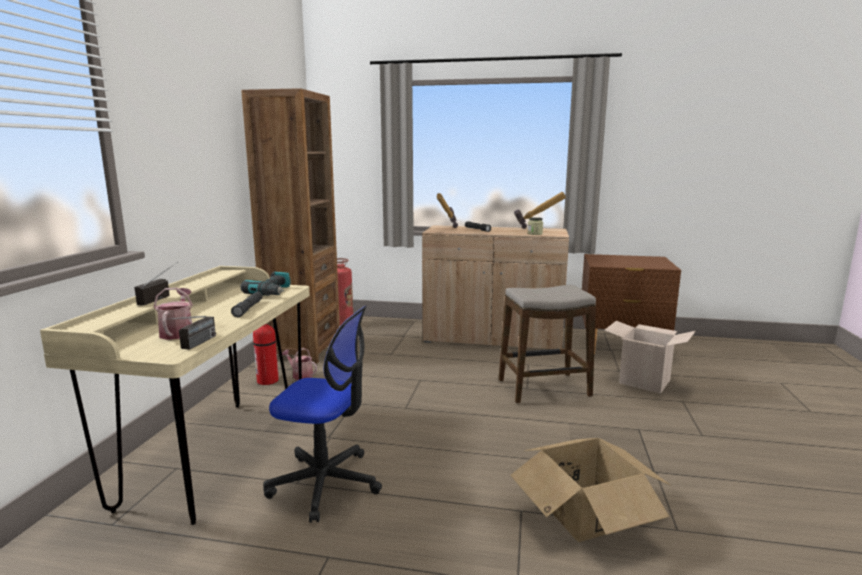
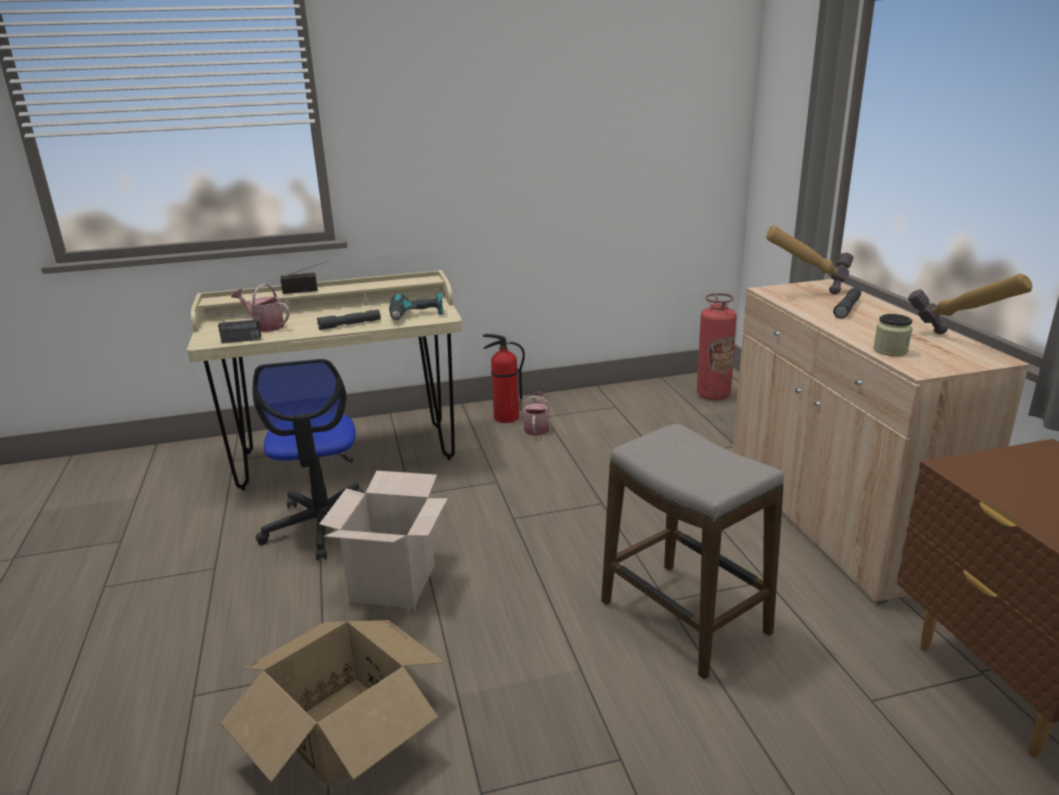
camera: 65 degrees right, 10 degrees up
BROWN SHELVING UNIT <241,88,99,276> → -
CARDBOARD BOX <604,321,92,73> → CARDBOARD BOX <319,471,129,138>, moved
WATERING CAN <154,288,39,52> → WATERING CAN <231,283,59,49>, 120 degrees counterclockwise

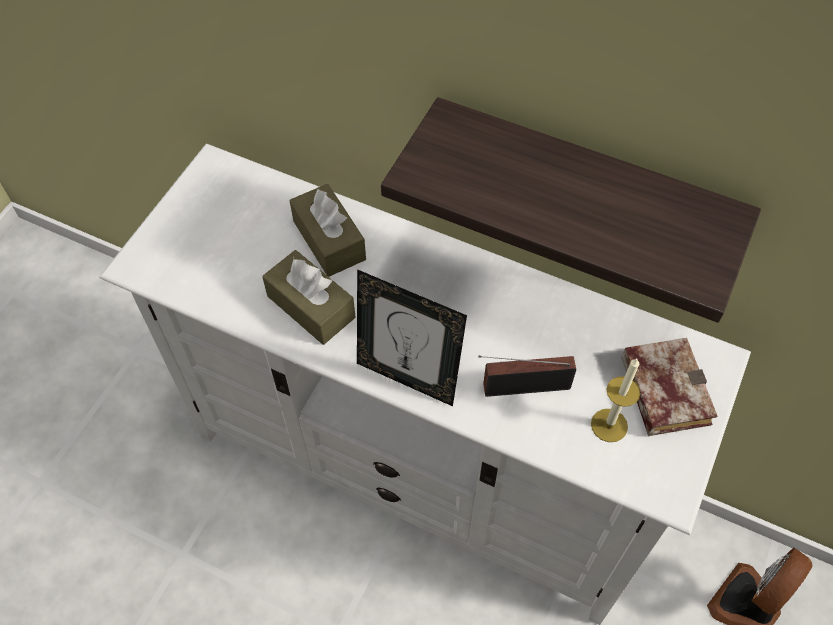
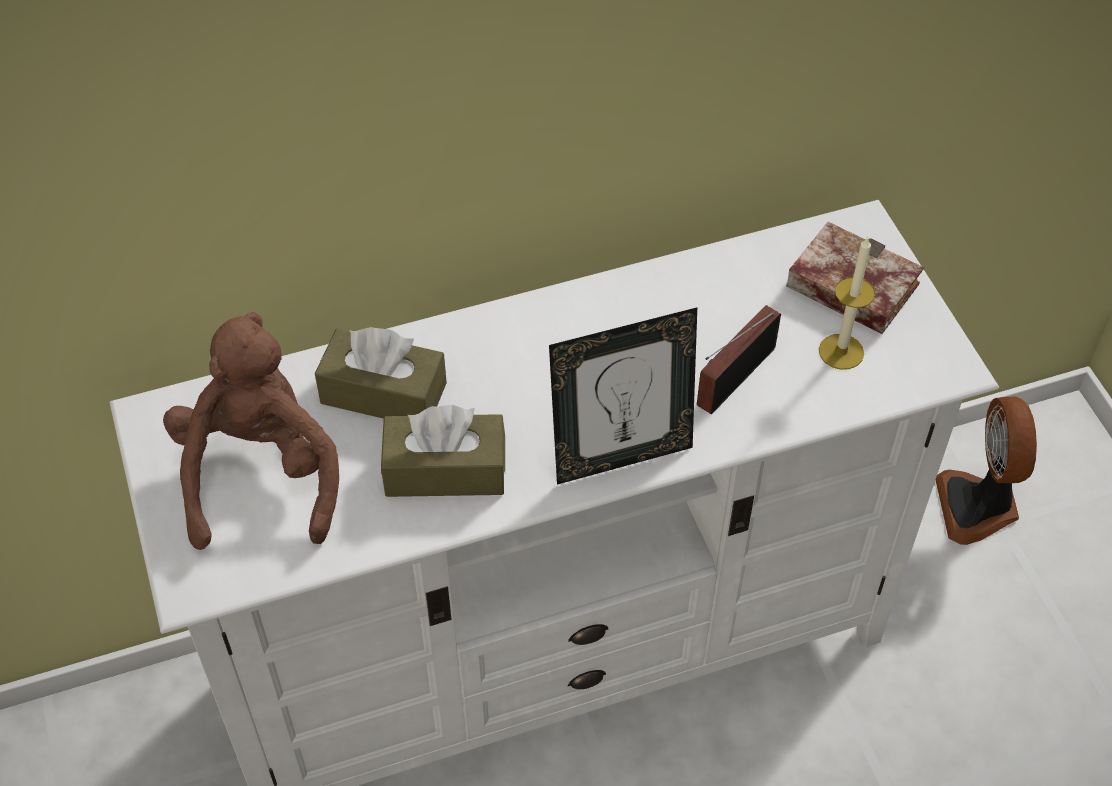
camera: 45 degrees left, 5 degrees down
WALL SHELF <381,97,380,226> → -
- → BROWN CUDDLY TOY <163,312,176,238>

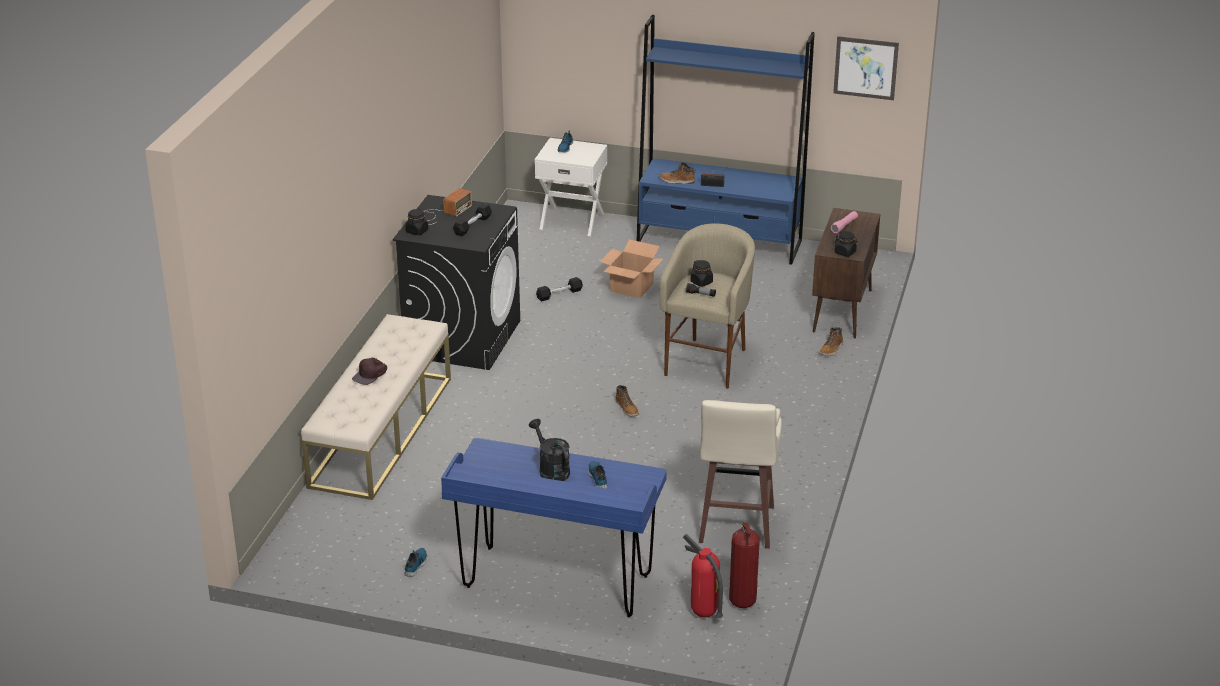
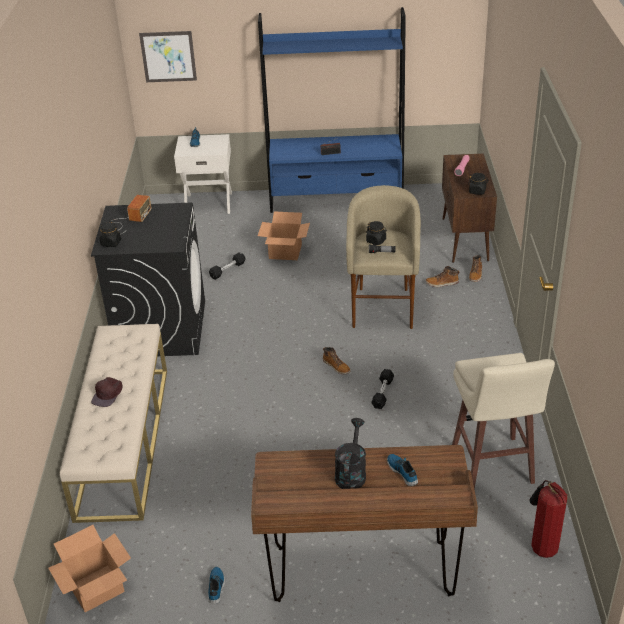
camera: 15 degrees left, 5 degrees up
FIRE EXTINGUISHER <683,534,40,84> → -
- → CARDBOARD BOX <48,525,83,87>
BLACK HAND WEIGHT <453,204,39,32> → BLACK HAND WEIGHT <371,369,23,40>, moved
HIGH-TOP BOOT <659,163,37,21> → HIGH-TOP BOOT <426,266,33,21>, moved
WALL ART <833,36,66,64> → WALL ART <139,31,58,51>, moved
BLUISH DESK TABLE <441,438,226,180> → BROWN DESK TABLE <251,445,227,157>
BLACK WATERING CAN <529,419,41,62> → BLACK WATERING CAN <335,418,31,71>, 60 degrees clockwise

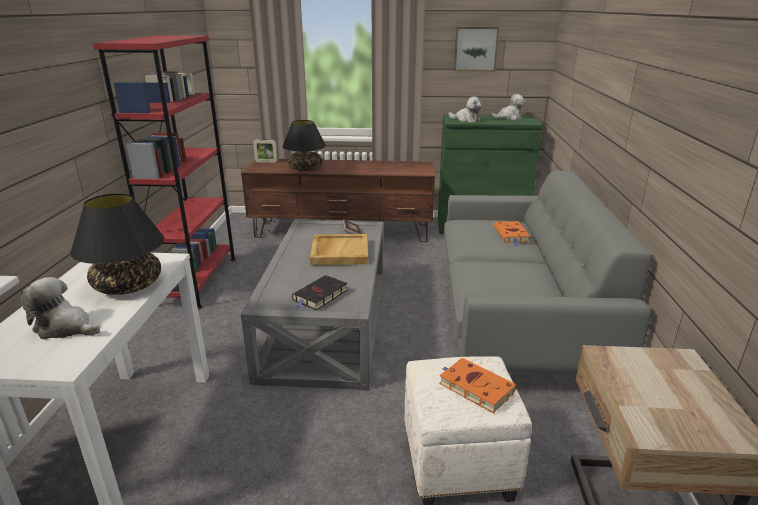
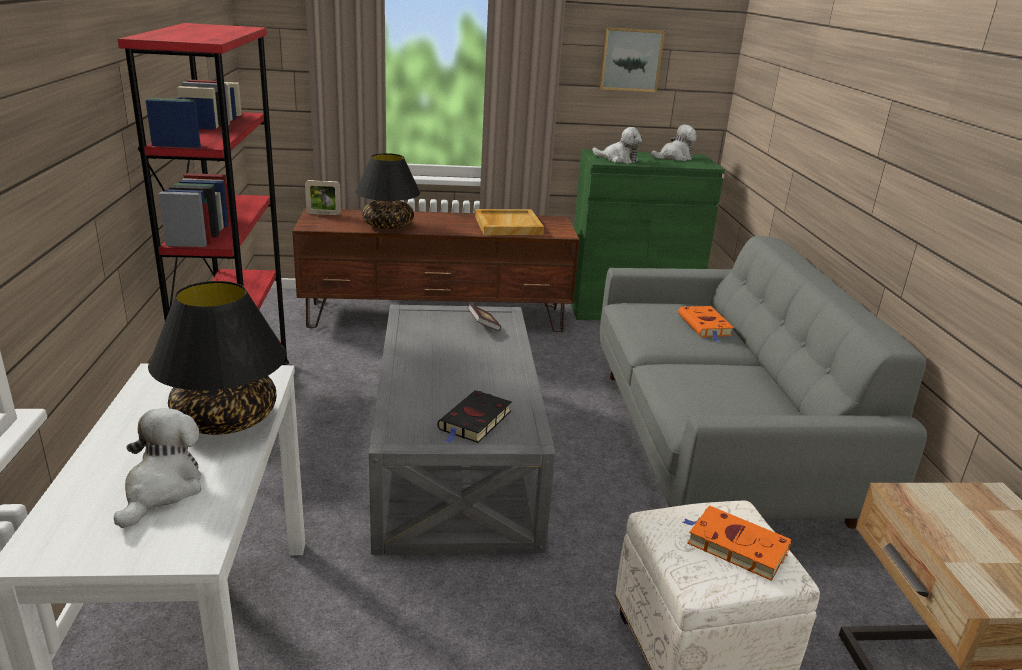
camera: 10 degrees left, 0 degrees up
SAND-COLOURED TRAY <310,234,58,31> → SAND-COLOURED TRAY <475,209,69,26>, moved
CUDDLY TOY <21,277,79,62> → CUDDLY TOY <114,408,88,120>, 90 degrees clockwise

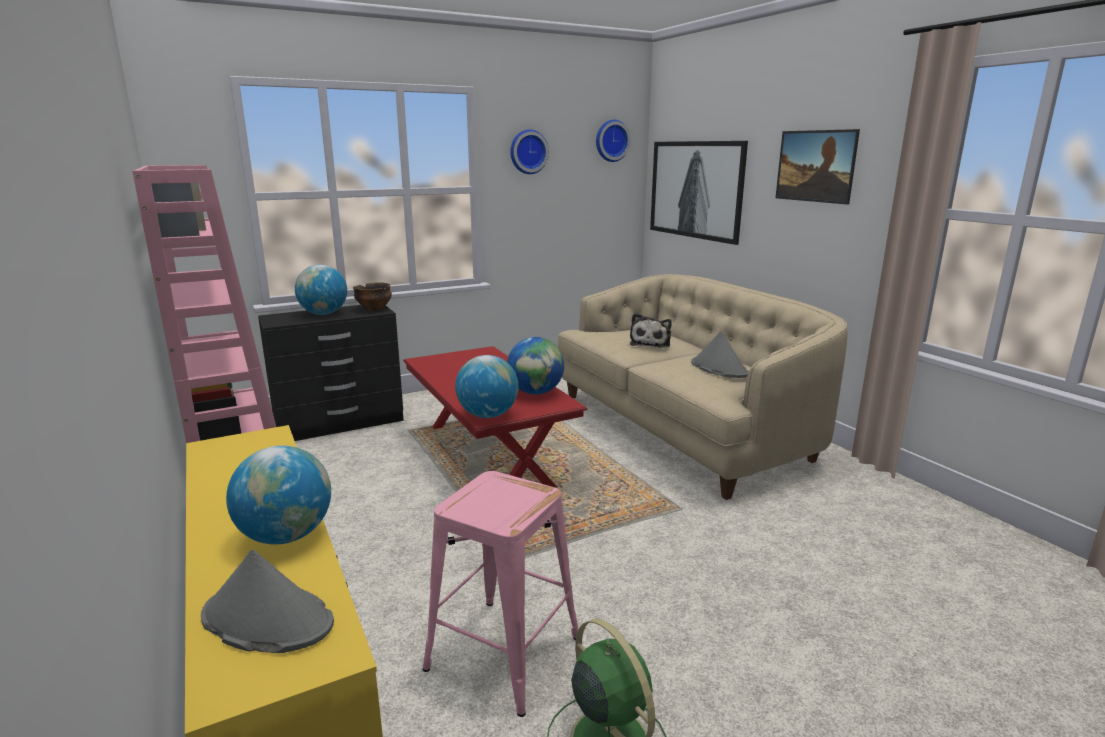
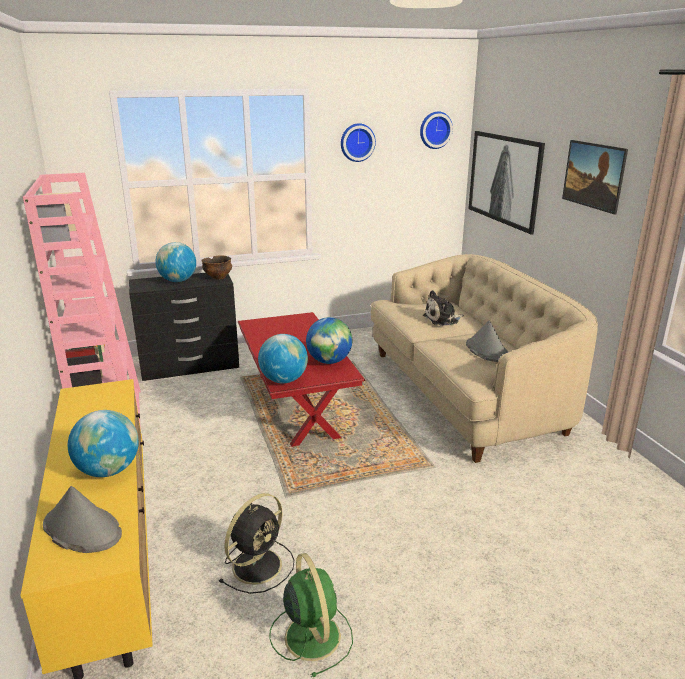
camera: 10 degrees right, 5 degrees up
PINK-COLOURED STOOL <422,471,157,246> → BLACK COOLING FAN <219,493,75,101>
CUDDLY TOY <630,313,42,35> → CUDDLY TOY <423,290,41,36>, 45 degrees clockwise

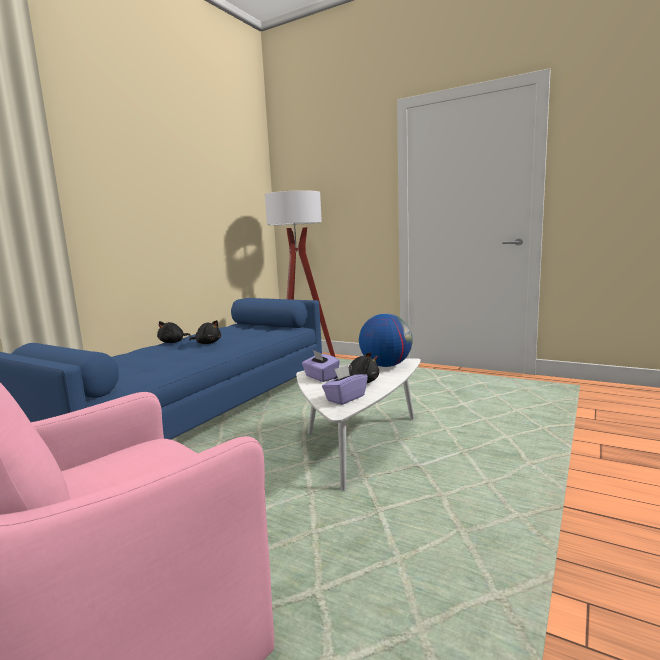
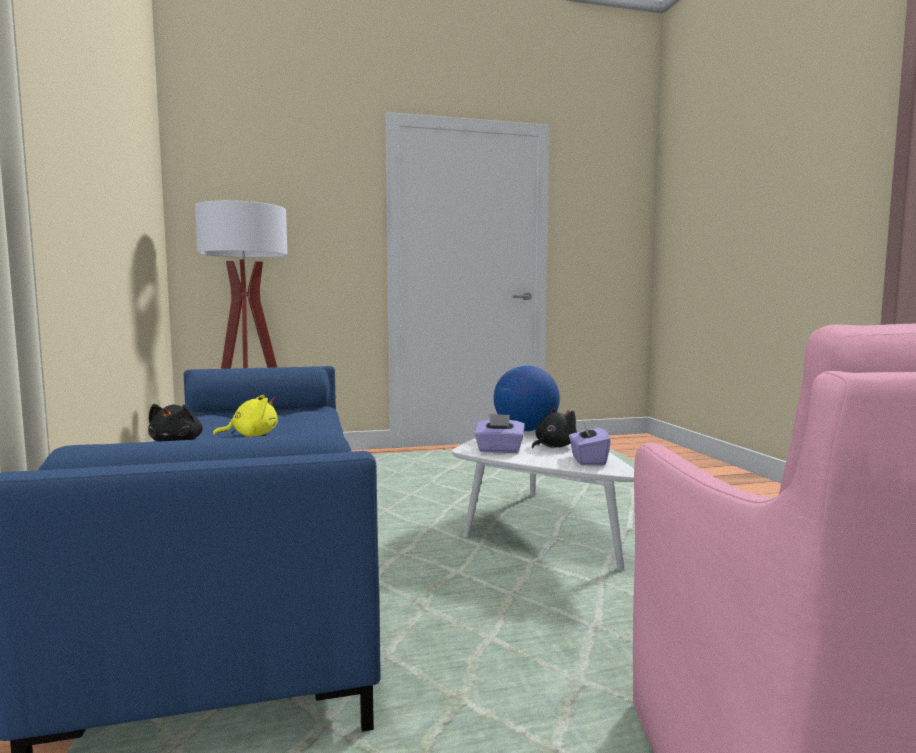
camera: 45 degrees left, 5 degrees down
BLACK CUDDLY TOY <189,320,32,24> → YELLOWISH CUDDLY TOY <212,395,66,42>

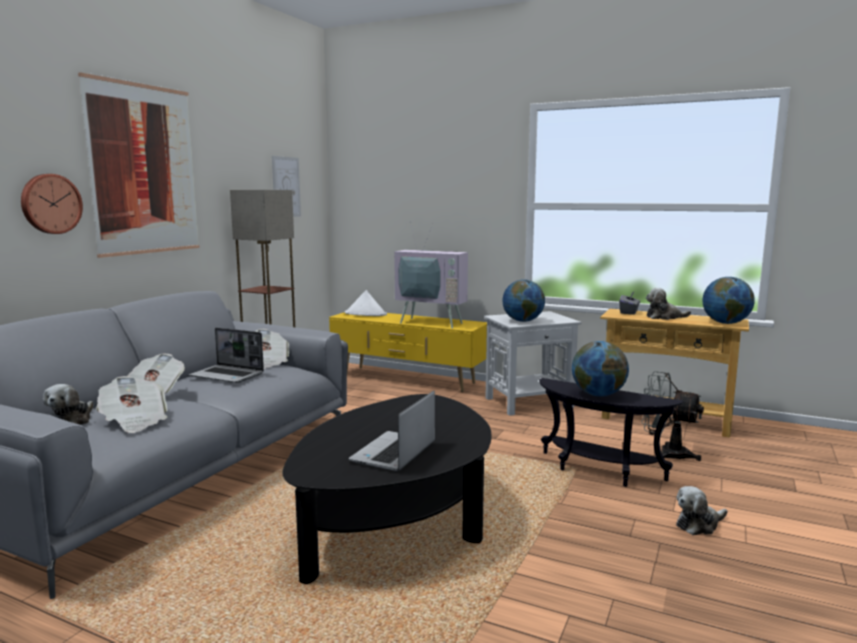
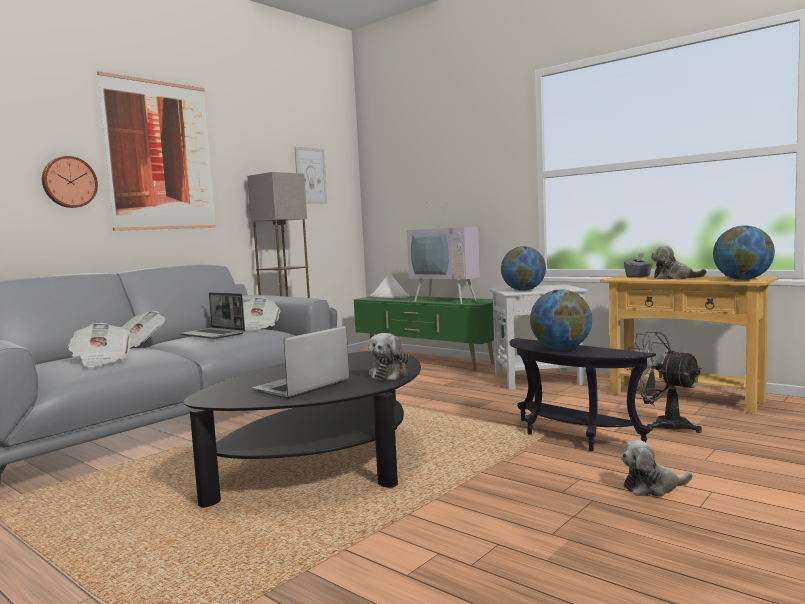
camera: 15 degrees right, 5 degrees down
CUDDLY TOY <43,384,51,41> → CUDDLY TOY <368,333,41,47>, moved
YELLOWISH TV UNIT <329,312,158,80> → GREEN-COLOURED TV UNIT <354,296,152,75>

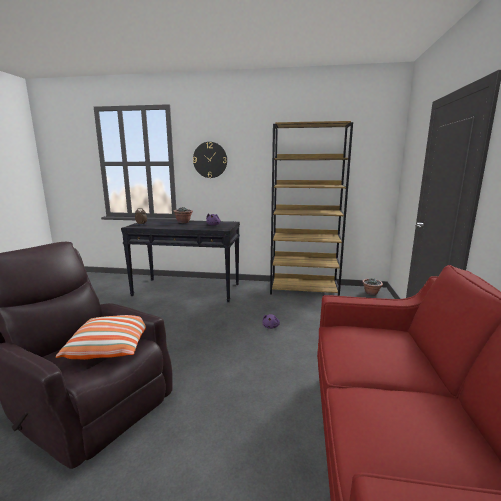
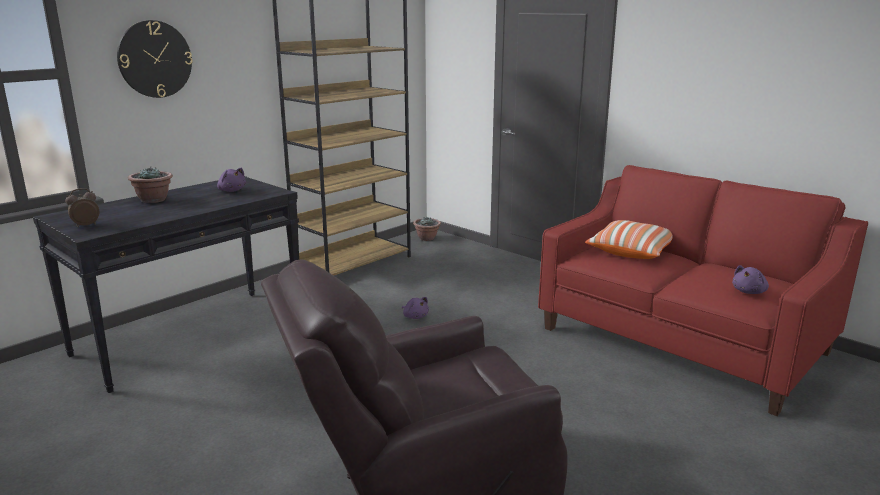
camera: 55 degrees left, 5 degrees up
- → PURPLISH CUDDLY TOY <732,265,37,29>
THROW PILLOW <56,315,90,45> → THROW PILLOW <585,220,88,39>, moved

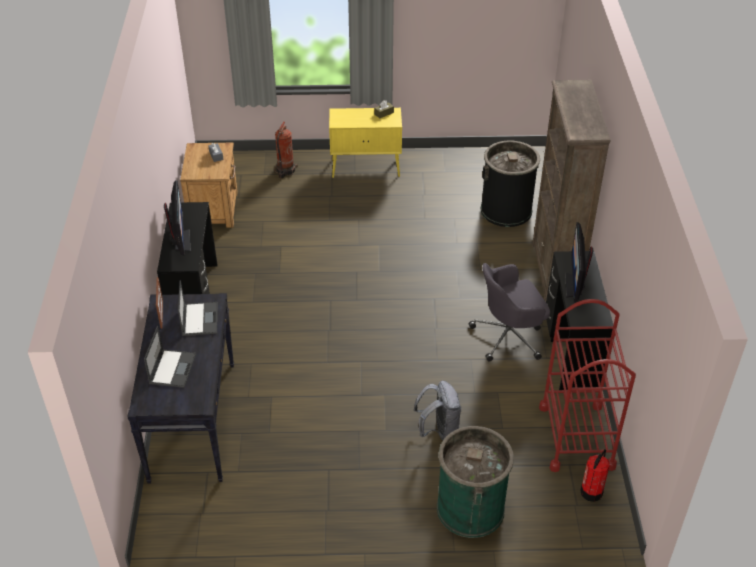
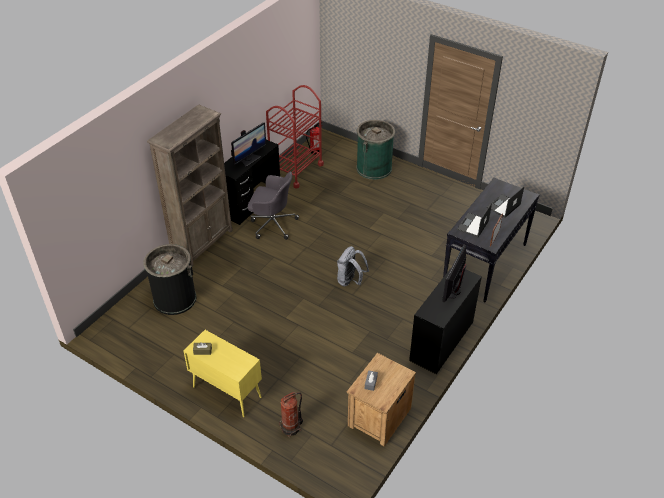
camera: 145 degrees left, 0 degrees up
GREYISH RUCKSACK <414,381,47,59> → GREYISH RUCKSACK <337,246,32,41>, moved

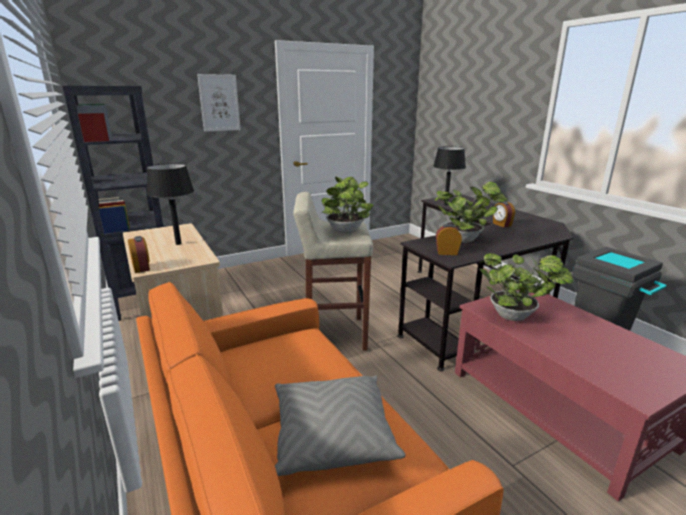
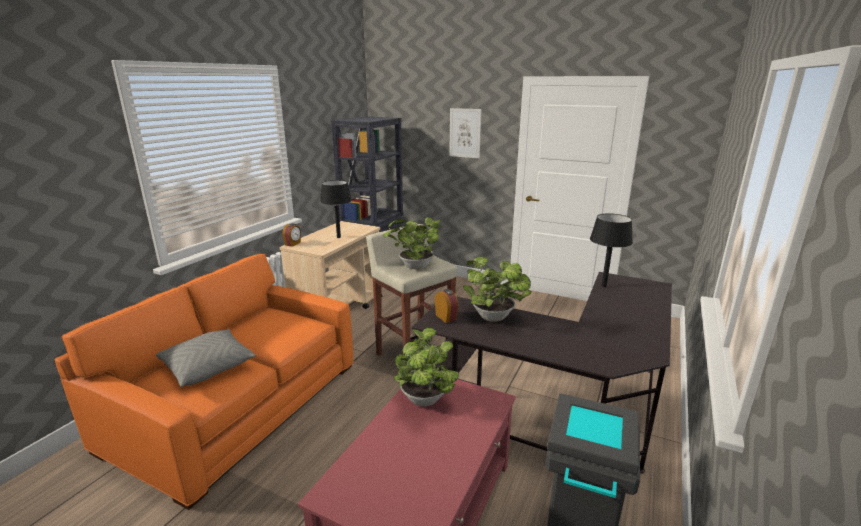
camera: 55 degrees right, 0 degrees up
TABLE CLOCK <493,201,22,27> → -

